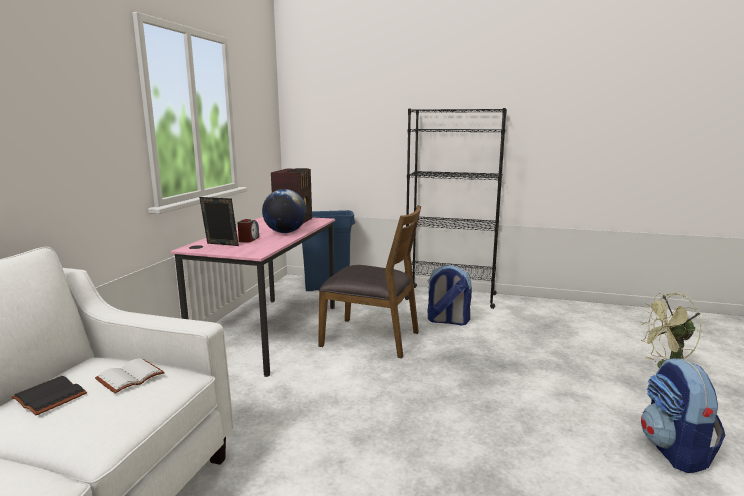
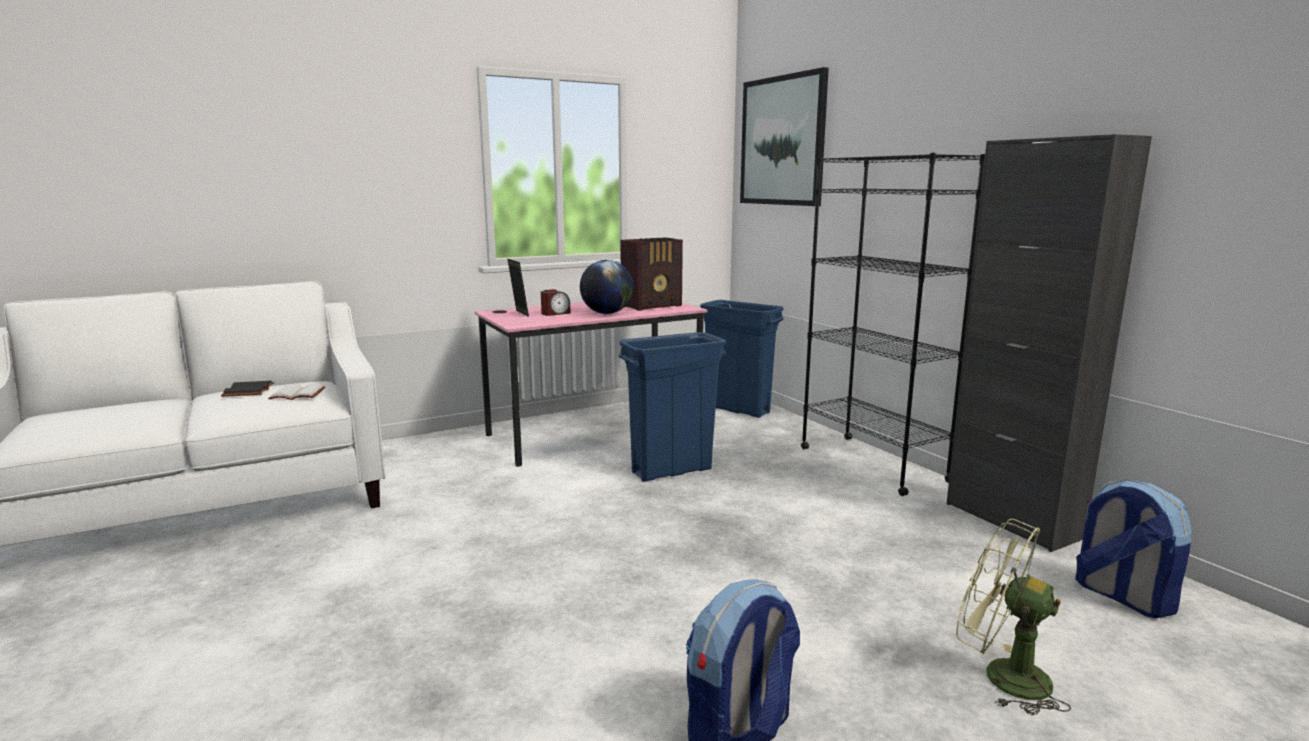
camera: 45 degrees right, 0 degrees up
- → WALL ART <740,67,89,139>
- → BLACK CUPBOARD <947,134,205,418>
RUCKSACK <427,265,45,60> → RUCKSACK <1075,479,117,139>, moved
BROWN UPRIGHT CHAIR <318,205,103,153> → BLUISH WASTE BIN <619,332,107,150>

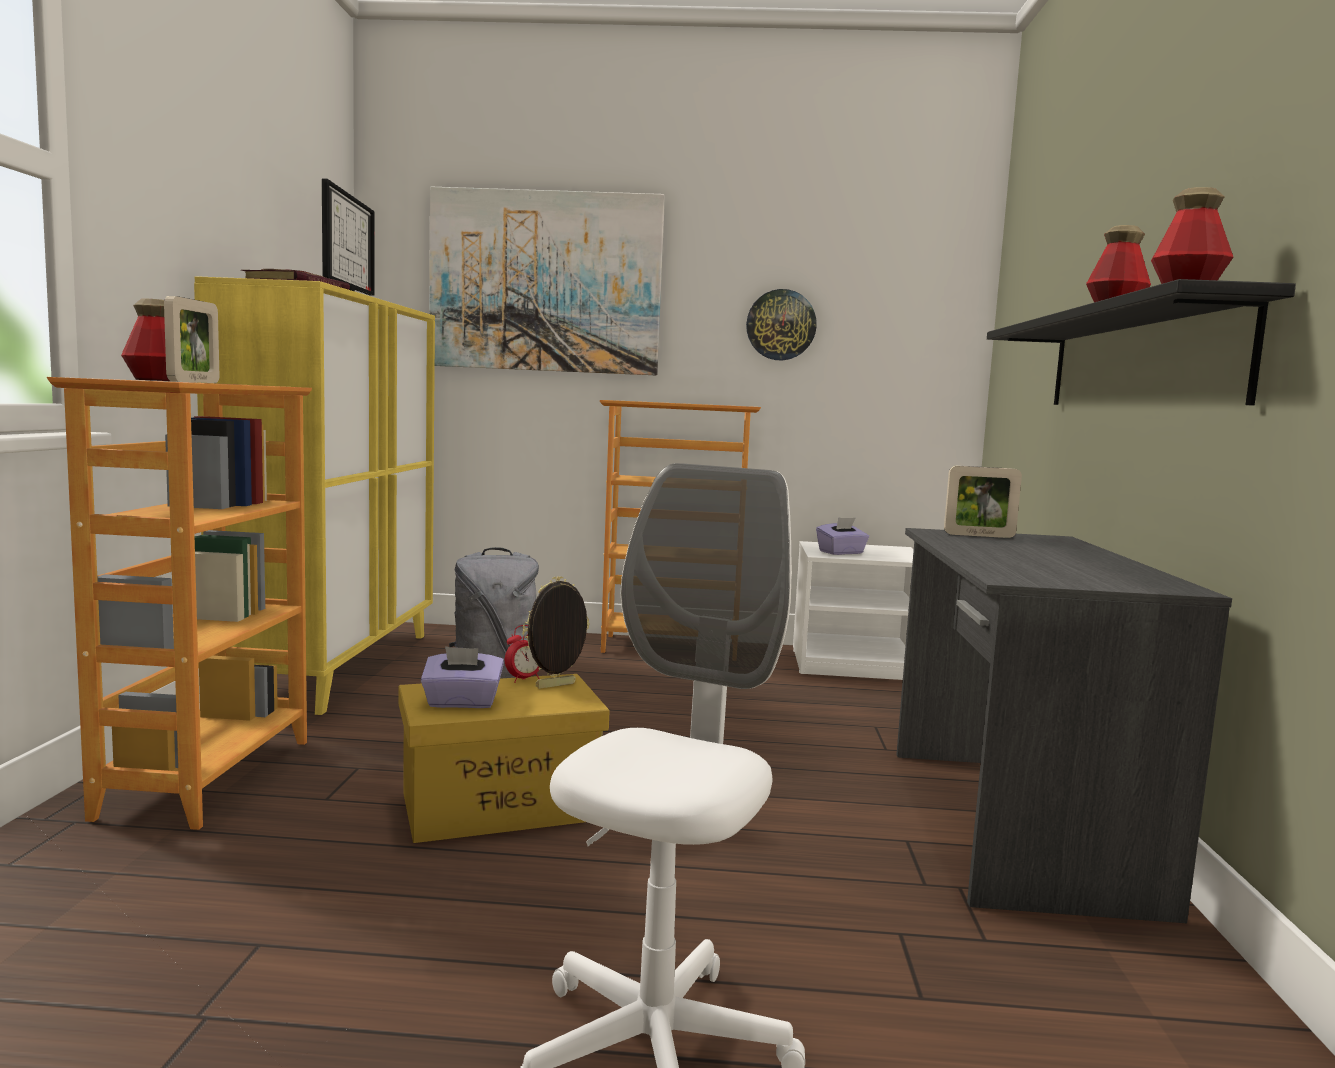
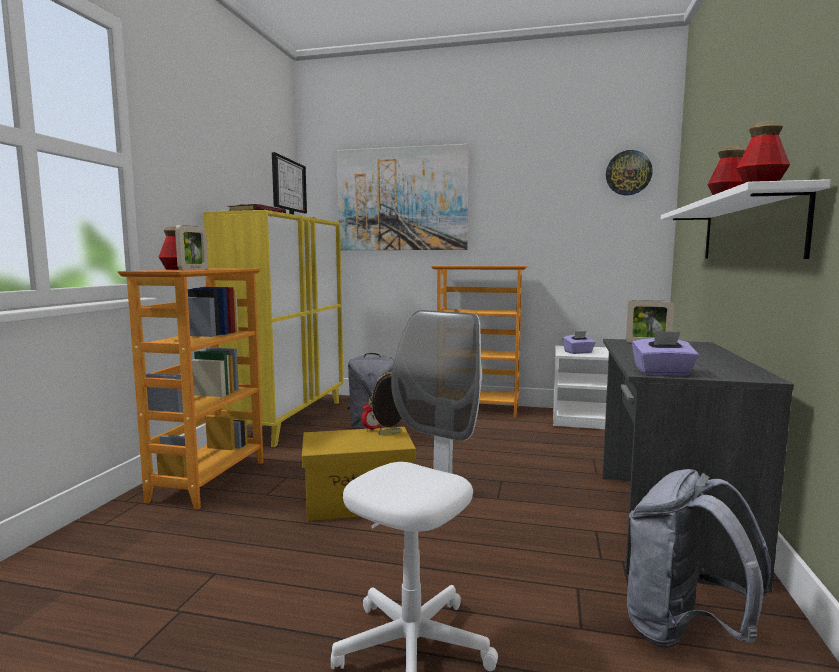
camera: 10 degrees right, 0 degrees up
- → GREYISH RUCKSACK <627,469,144,179>
PURPLISH TISSUE BOX <421,646,83,62> → PURPLISH TISSUE BOX <632,331,67,45>, moved
HANGING CLOCK <746,289,71,72> → HANGING CLOCK <606,150,47,45>, moved
BLACK WALL SHELF <987,279,309,126> → WHITISH WALL SHELF <661,179,170,80>

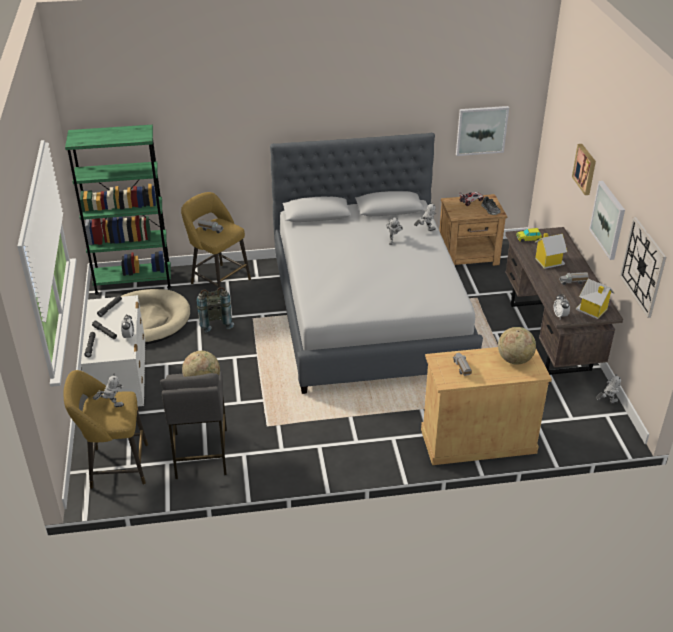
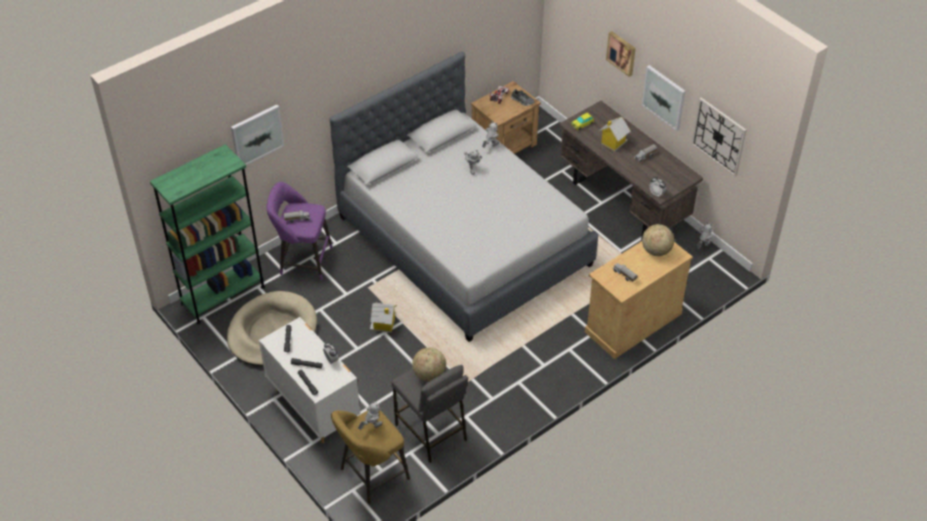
camera: 30 degrees left, 10 degrees up
GREYISH RUCKSACK <197,287,37,46> → -
WALL ART <456,106,53,50> → WALL ART <231,105,53,61>, moved
MODEL HOUSE <576,279,38,40> → MODEL HOUSE <370,303,27,30>, moved
YELLOWISH STOOL <181,192,70,100> → PURPLISH STOOL <267,182,66,98>

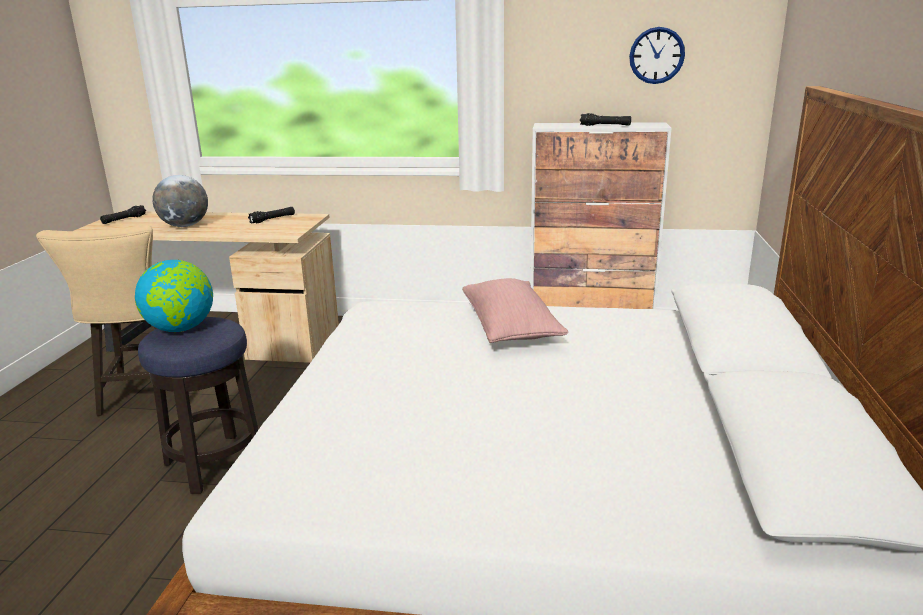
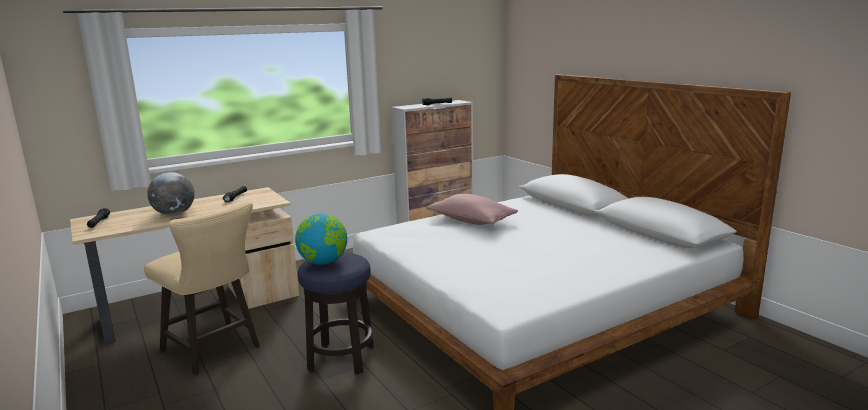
camera: 40 degrees left, 5 degrees down
HANGING CLOCK <629,27,56,57> → -

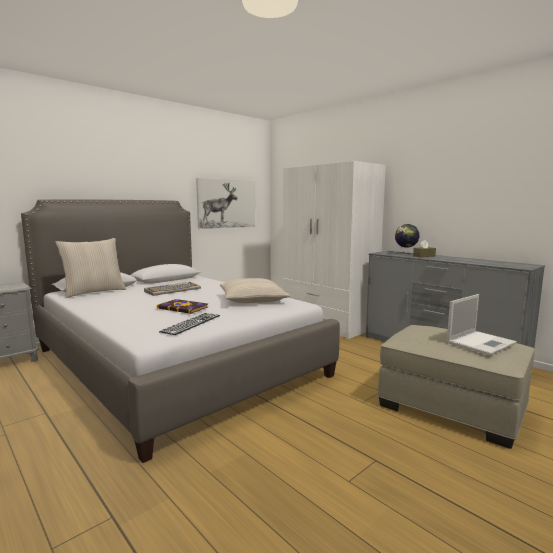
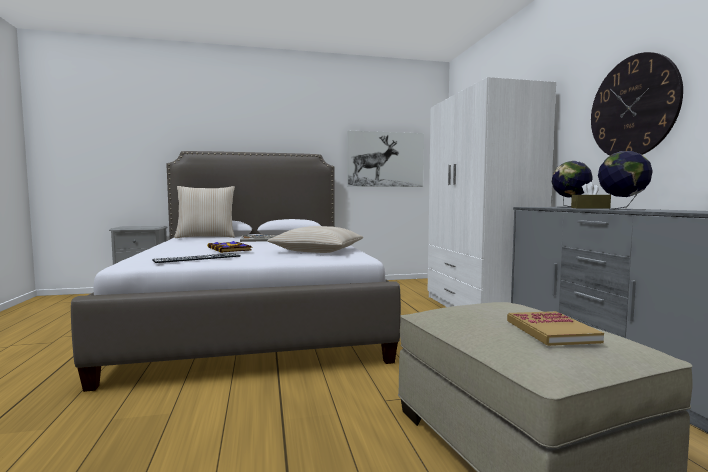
camera: 30 degrees right, 5 degrees down
- → HANGING CLOCK <591,52,92,103>
- → GLOBE <598,151,55,59>
LAPTOP <447,294,70,61> → BOOK <507,311,97,35>

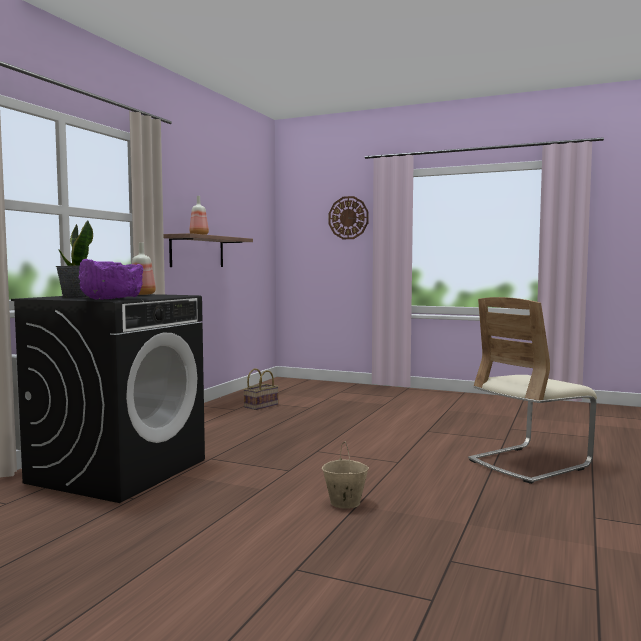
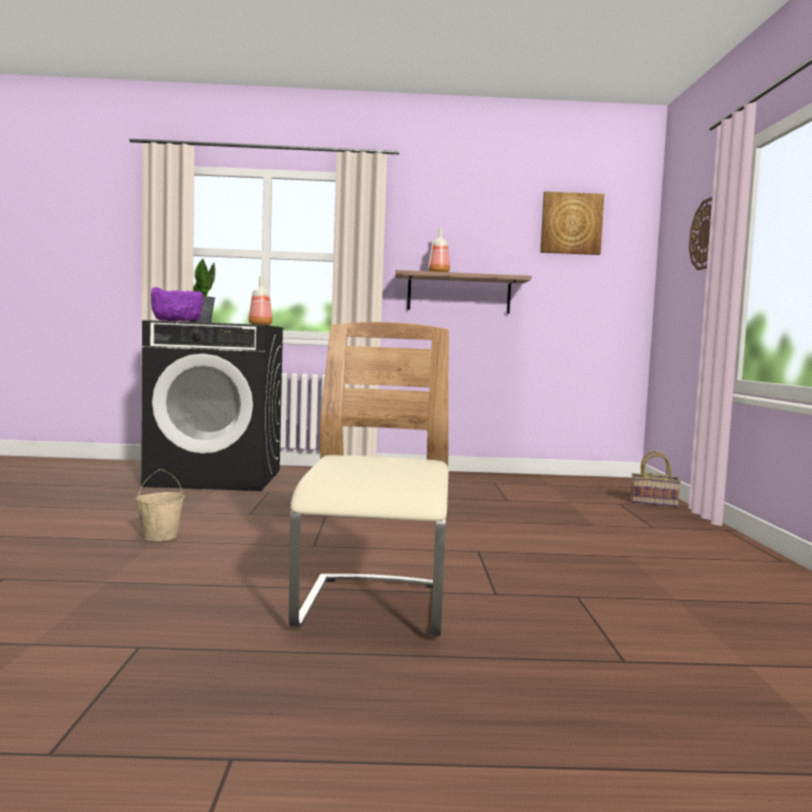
camera: 65 degrees right, 0 degrees up
- → WALL ART <540,191,64,64>
STORAGE BASKET <243,369,36,41> → STORAGE BASKET <631,451,50,56>, moved
SAND-COLOURED UPRIGHT CHAIR <468,297,129,187> → SAND-COLOURED UPRIGHT CHAIR <289,322,160,315>, 60 degrees clockwise

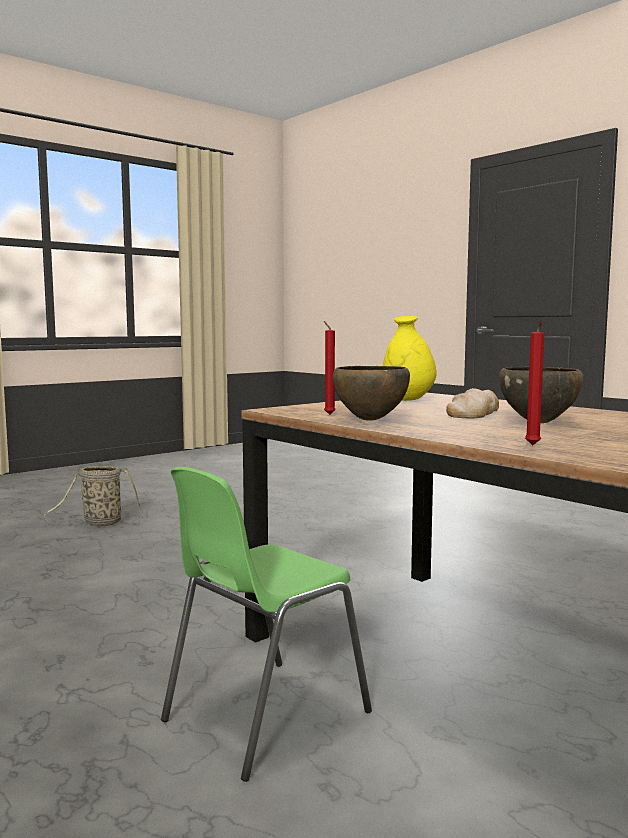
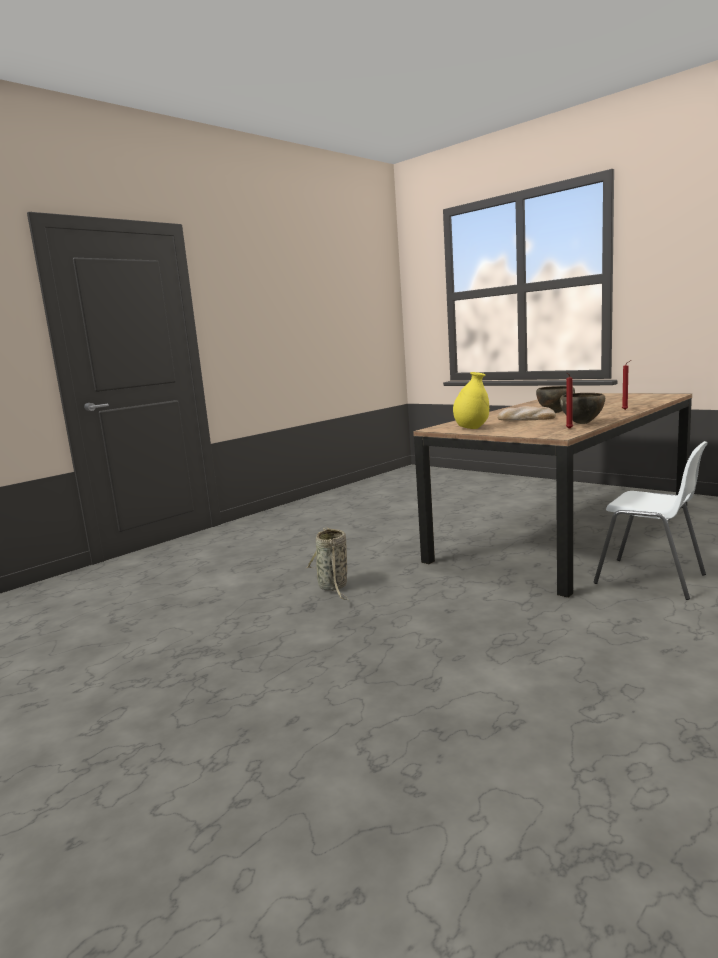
camera: 95 degrees left, 5 degrees up
STORAGE BASKET <44,466,99,60> → STORAGE BASKET <307,527,41,73>, moved
GREEN-COLOURED UPRIGHT CHAIR <161,467,211,315> → WHITISH UPRIGHT CHAIR <594,441,114,159>

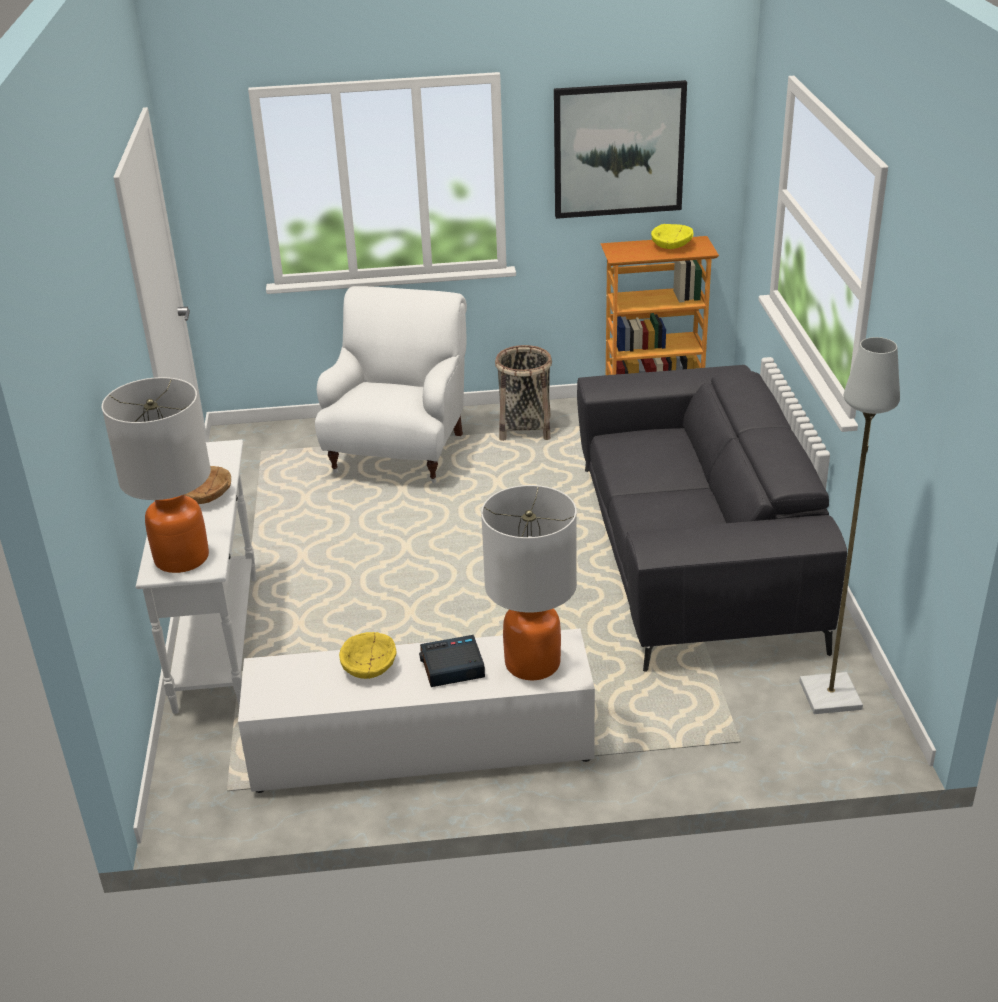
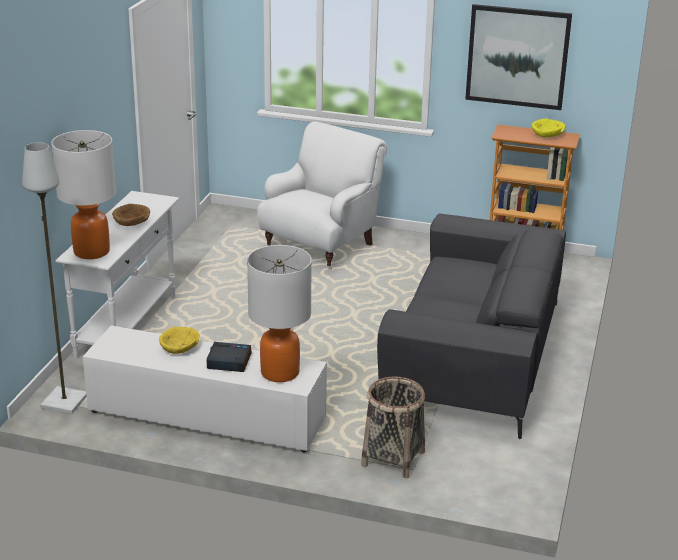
camera: 20 degrees right, 5 degrees down
STORAGE BASKET <495,345,57,96> → STORAGE BASKET <361,377,64,101>, moved
GREYISH STANDARD LAMP <799,337,101,377> → GREYISH STANDARD LAMP <22,142,65,272>, moved

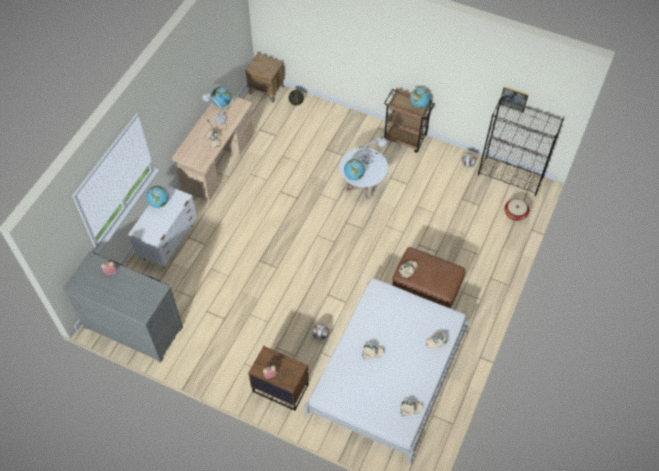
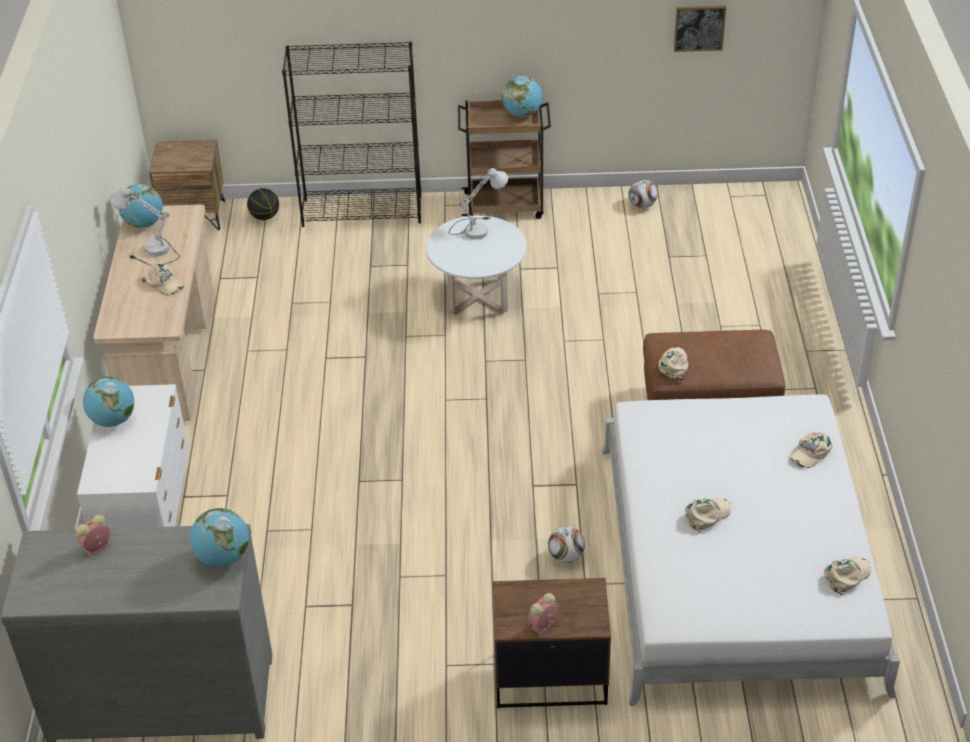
camera: 25 degrees left, 15 degrees down
STORAGE BASKET <504,199,25,22> → -
GLOBE <344,159,21,21> → GLOBE <190,508,59,59>, moved
BLACK SHELVING UNIT <478,98,86,98> → BLACK SHELVING UNIT <282,42,139,185>, moved

